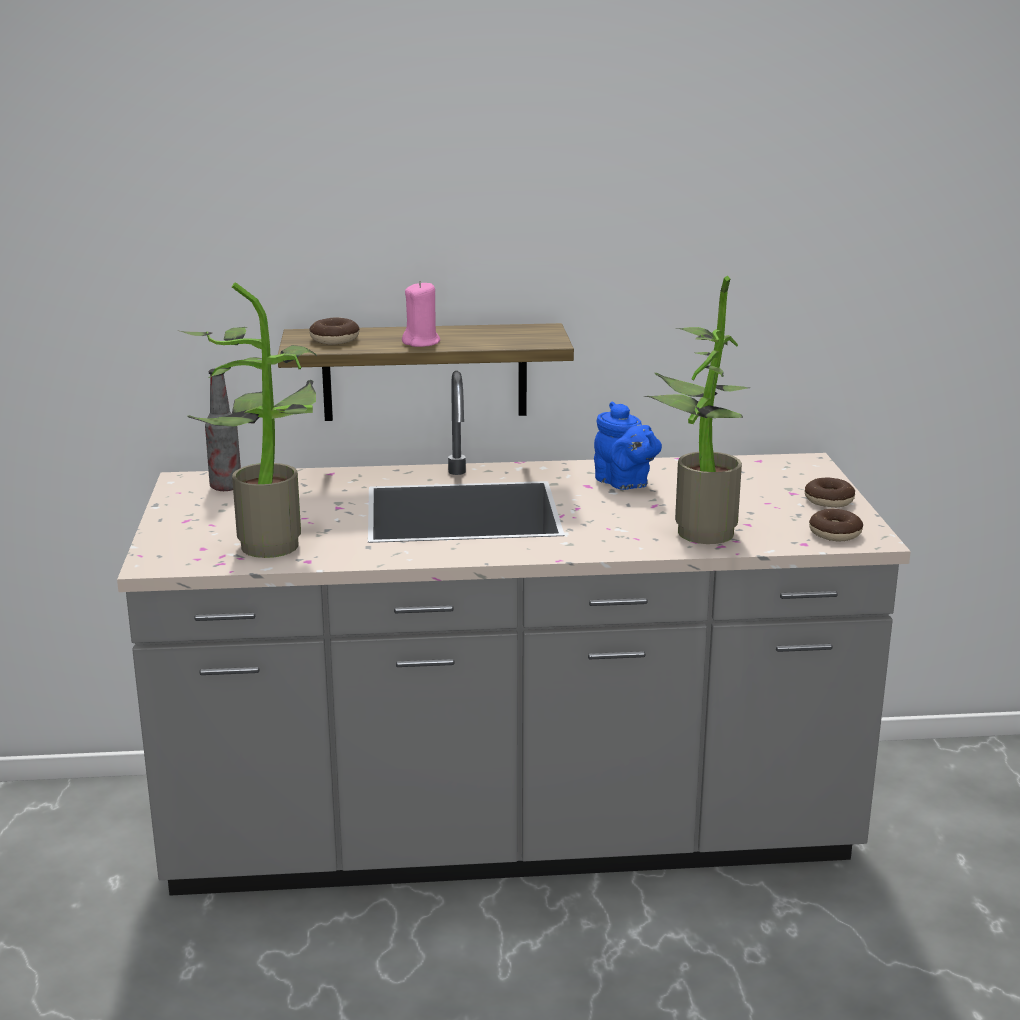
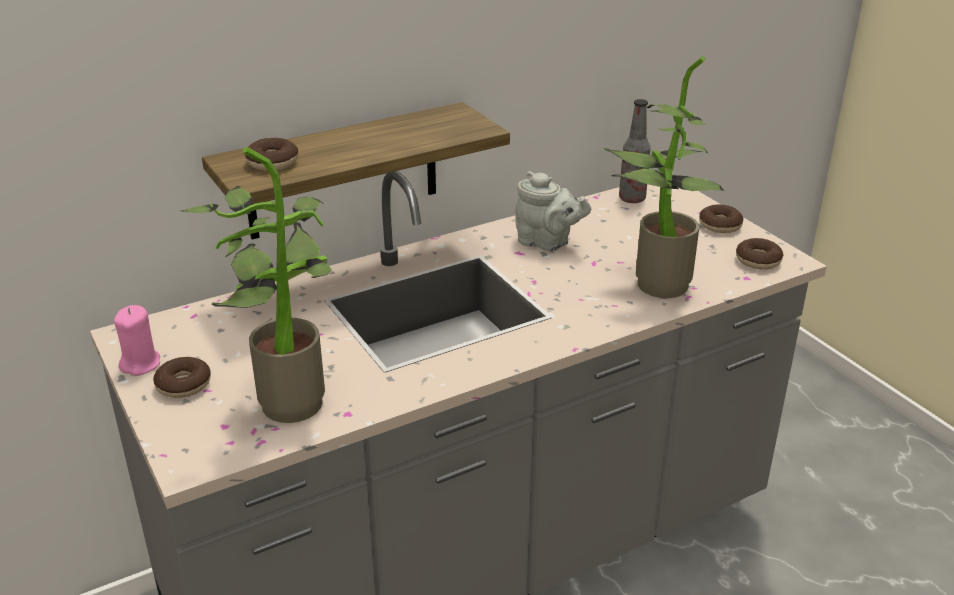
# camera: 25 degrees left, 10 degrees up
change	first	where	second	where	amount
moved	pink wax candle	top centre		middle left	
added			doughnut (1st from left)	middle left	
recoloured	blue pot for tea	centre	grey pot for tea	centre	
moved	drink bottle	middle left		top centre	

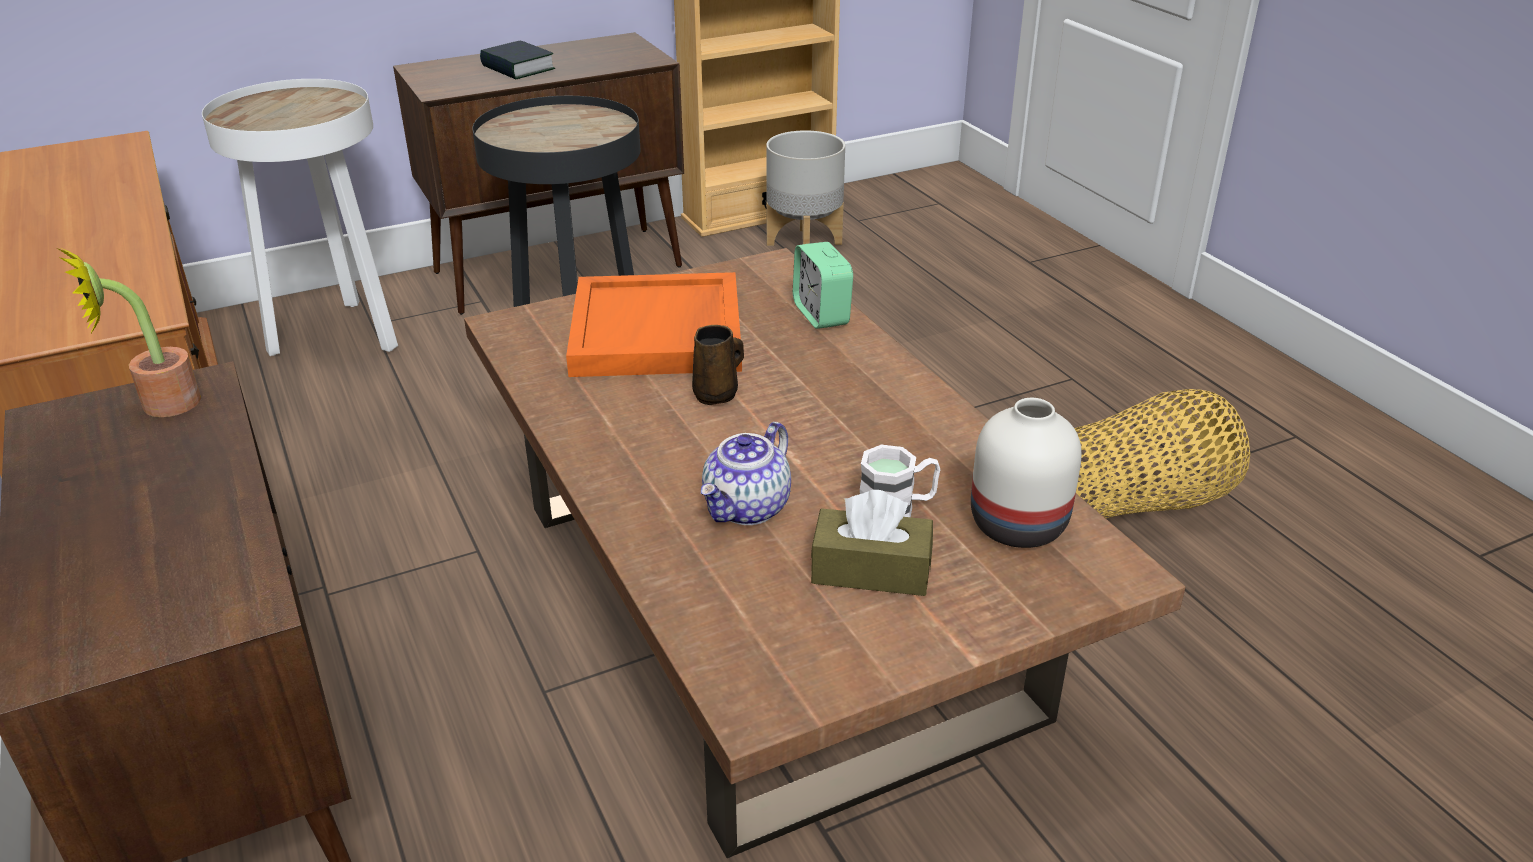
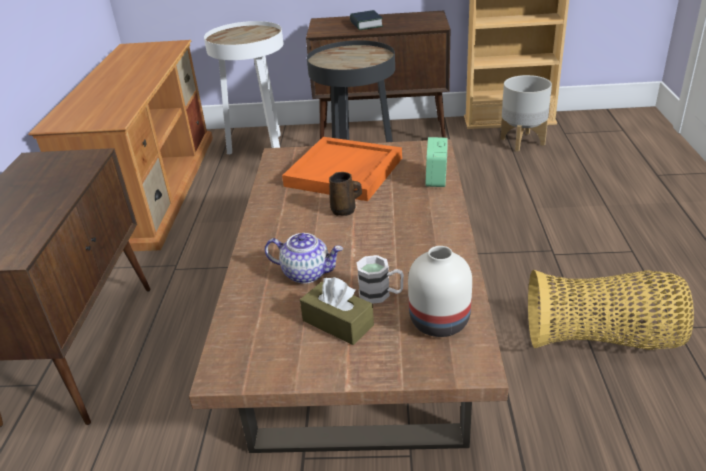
# camera: 30 degrees right, 0 degrees up
change	first	where	second	where	amount
turned	pot for tea	centre		centre	135 degrees counterclockwise
removed	potted plant	middle left			

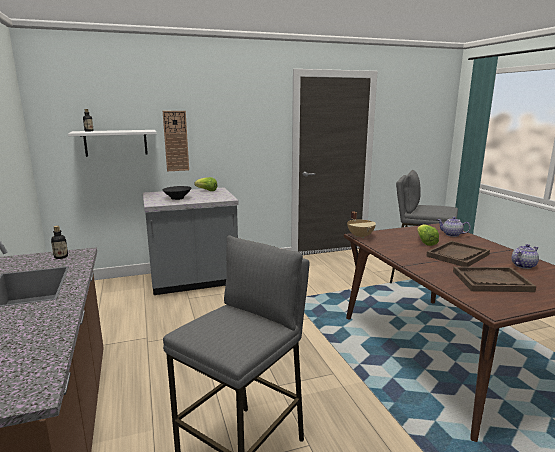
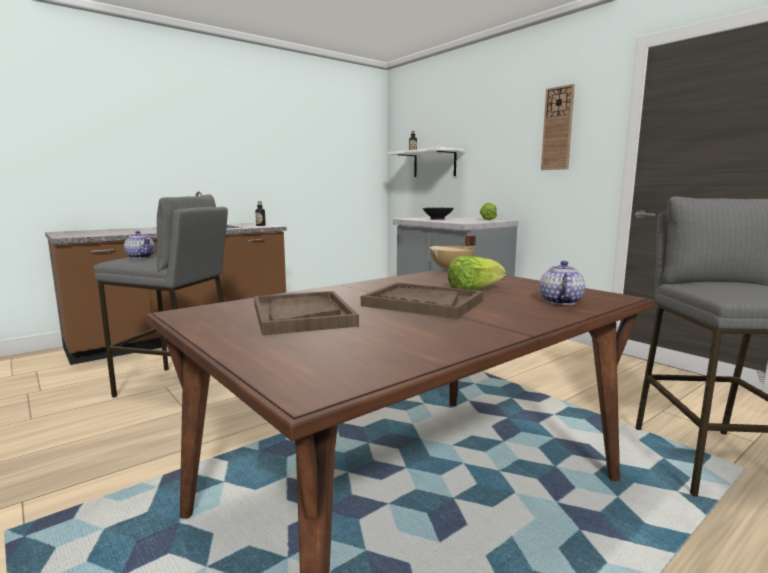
# camera: 70 degrees right, 5 degrees down
change	first	where	second	where	amount
moved	pot for tea (2nd from left in the first image)	middle right	pot for tea (1st from left)	middle left	
moved	wall clock	top left		top right	

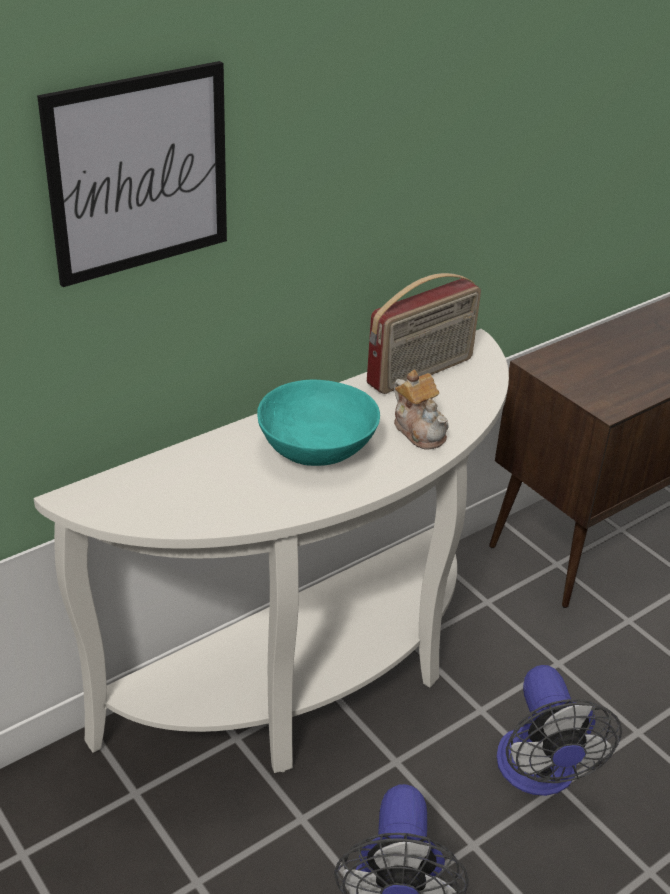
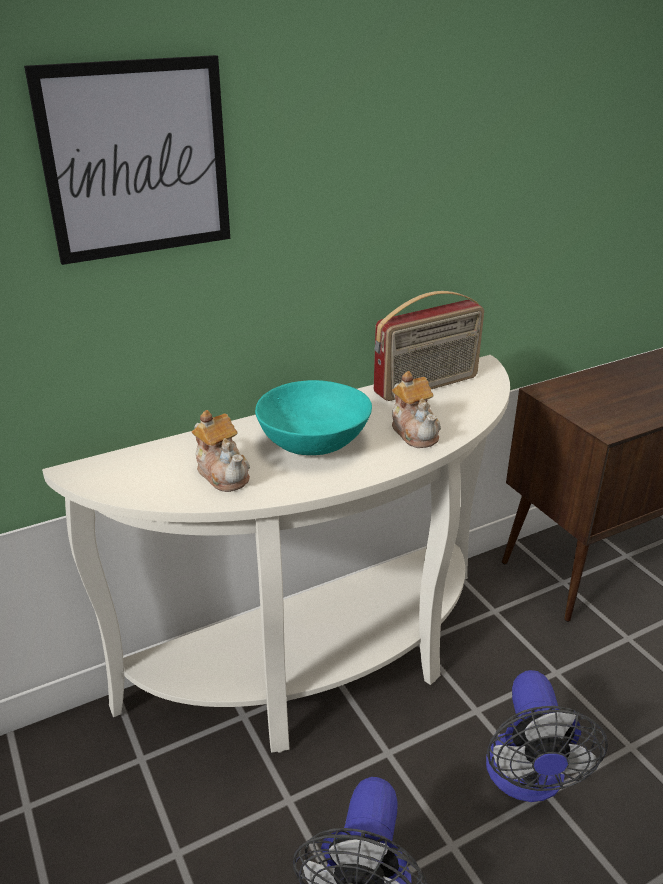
# camera: 10 degrees right, 5 degrees down
change	first	where	second	where	amount
added			pot for tea (1st from left)	middle left	

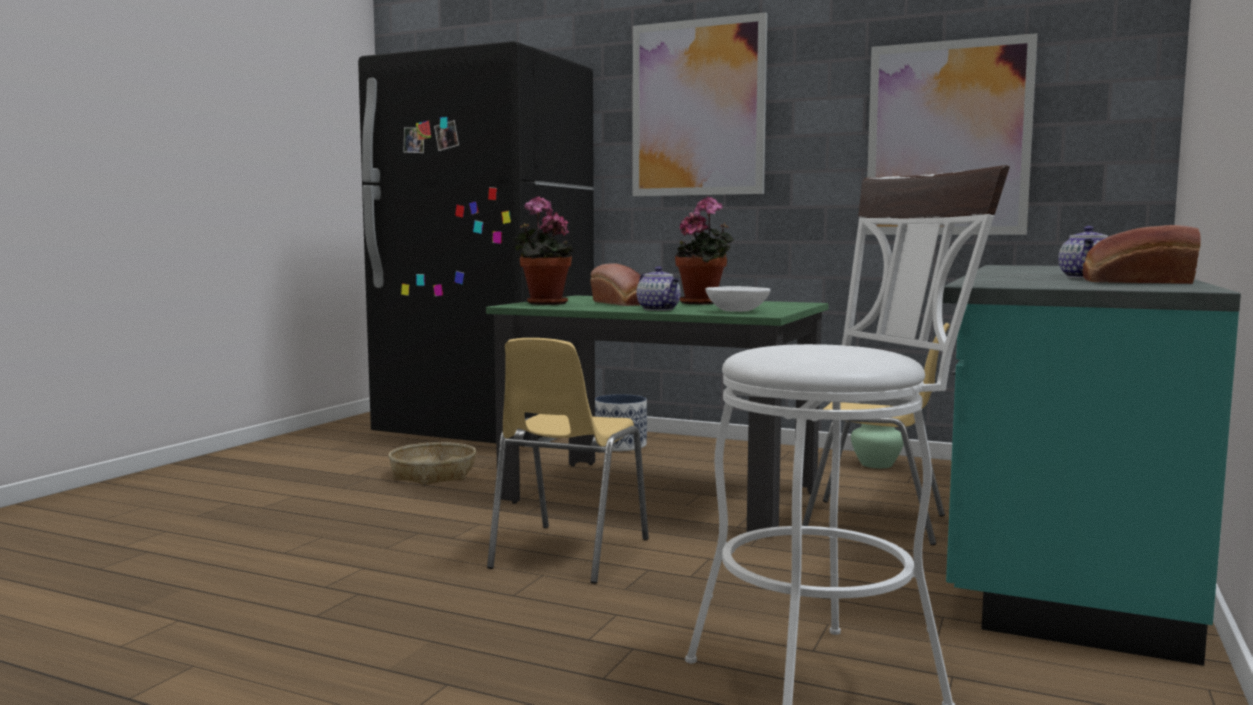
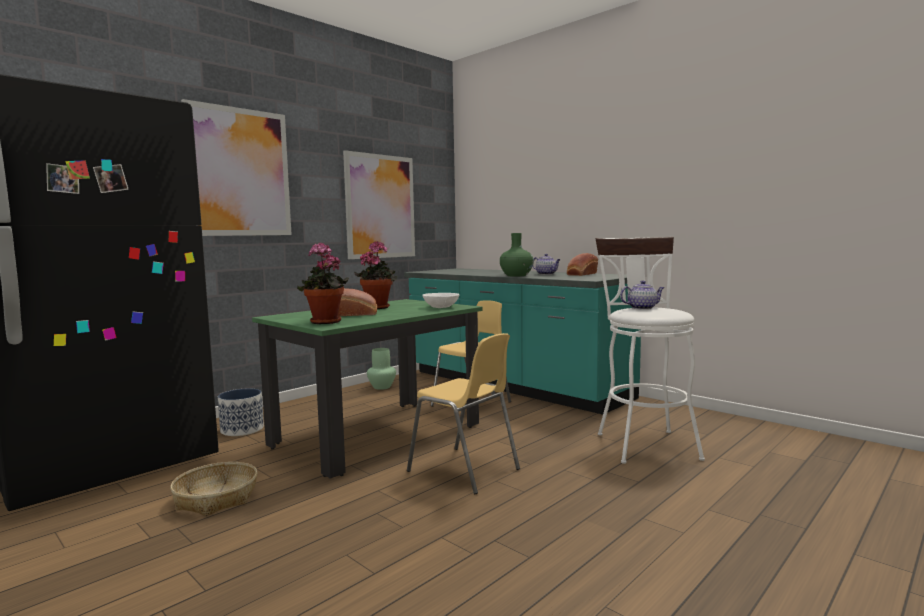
# camera: 70 degrees left, 0 degrees up
change	first	where	second	where	amount
added			green flower vase (2nd from left)	centre	
moved	pot for tea (1st from left in the first image)	centre	pot for tea (2nd from left)	middle right	

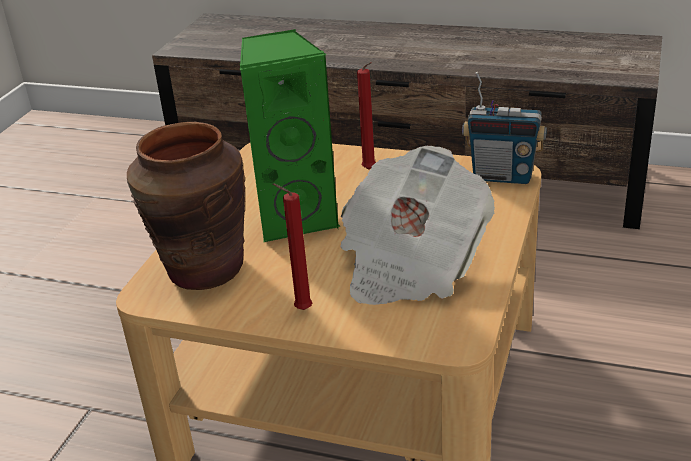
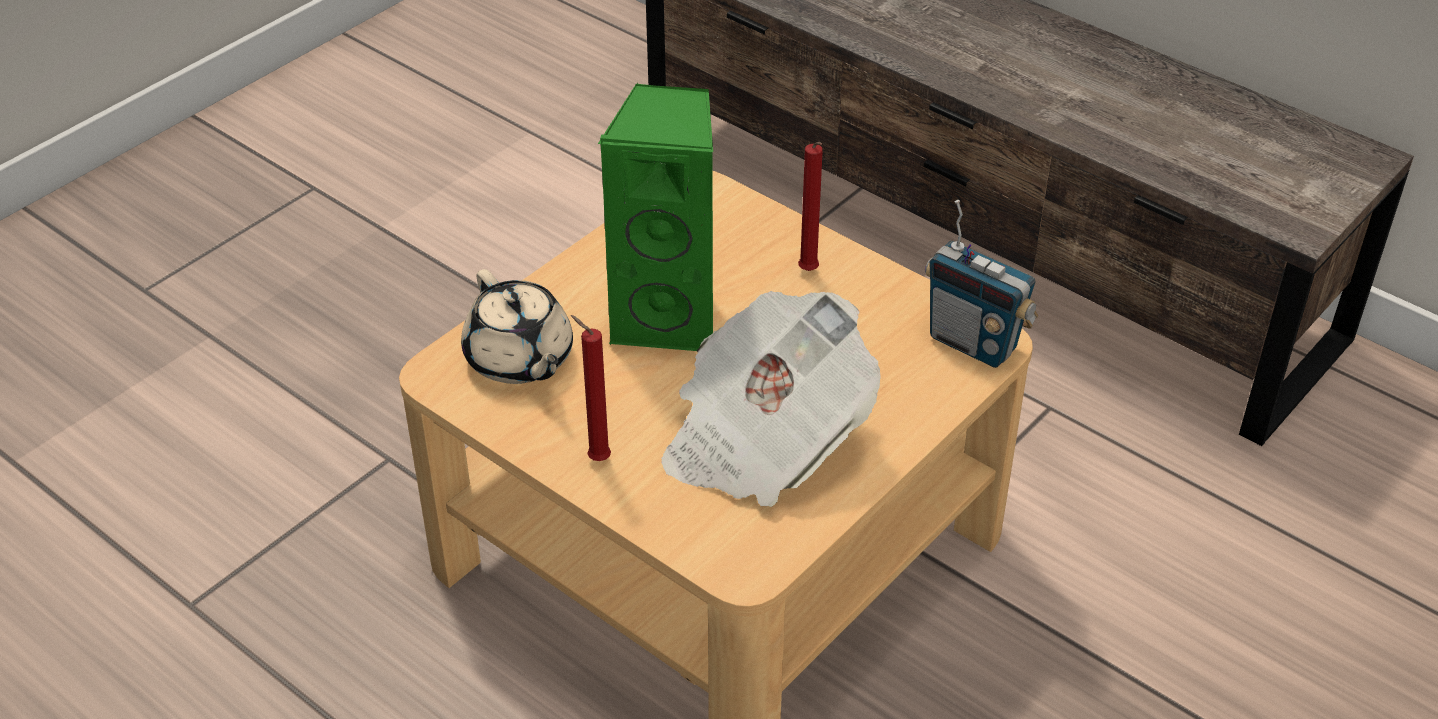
# camera: 20 degrees right, 10 degrees up
change	first	where	second	where	amount
replaced	brownish flower vase	middle left	sand-coloured pot for tea	centre	

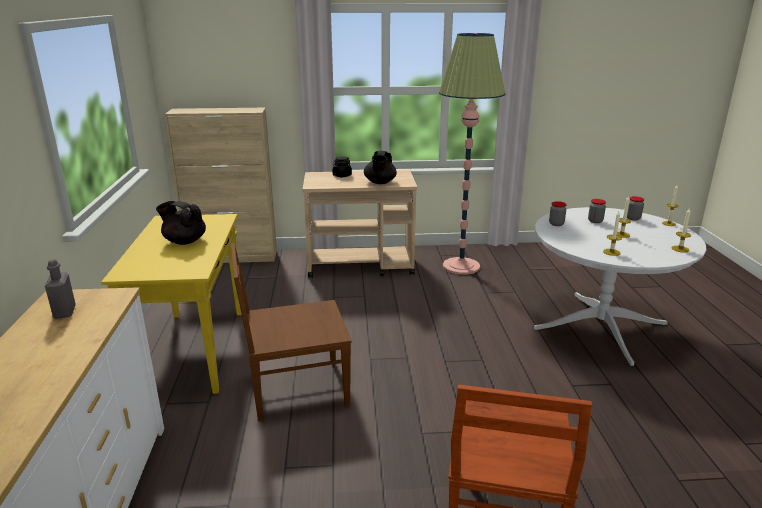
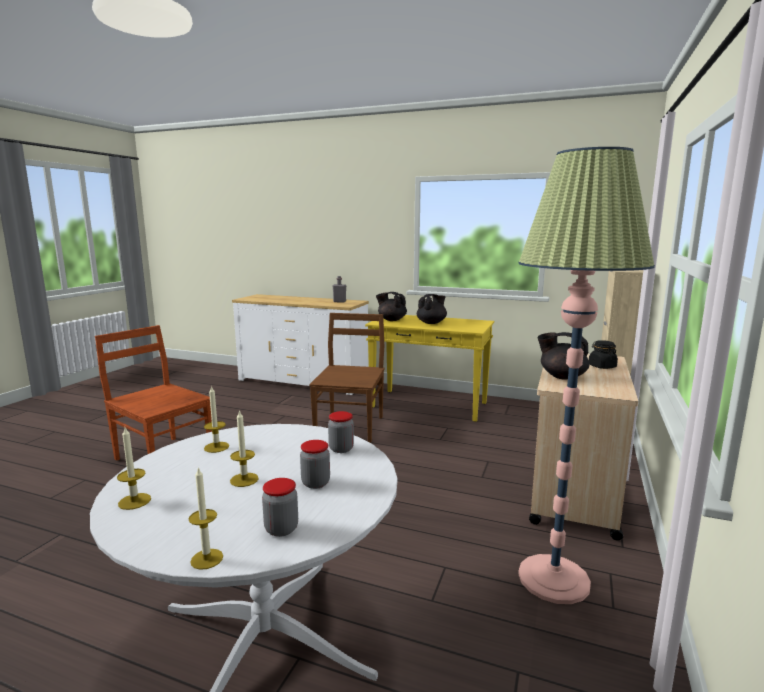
# camera: 115 degrees right, 10 degrees down
change	first	where	second	where	amount
added			blackish pot for tea (1st from left)	centre	

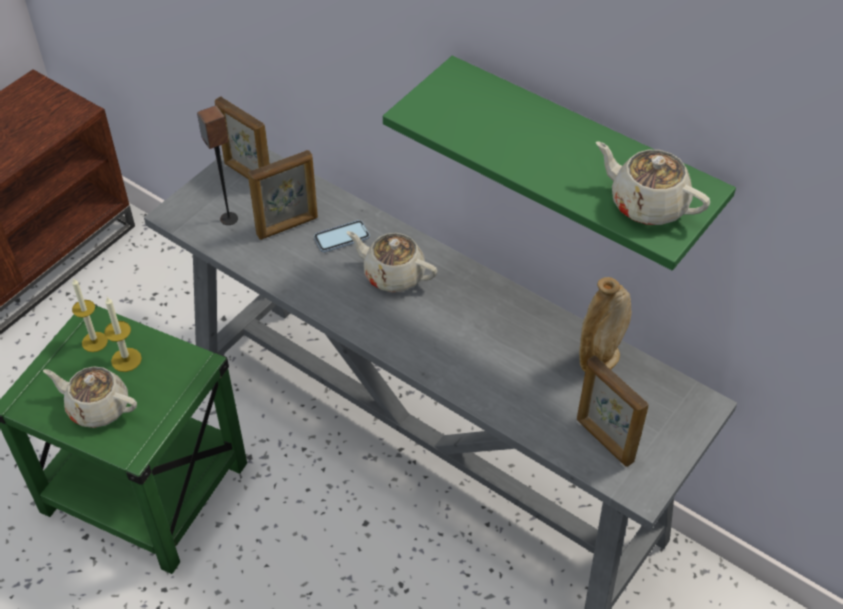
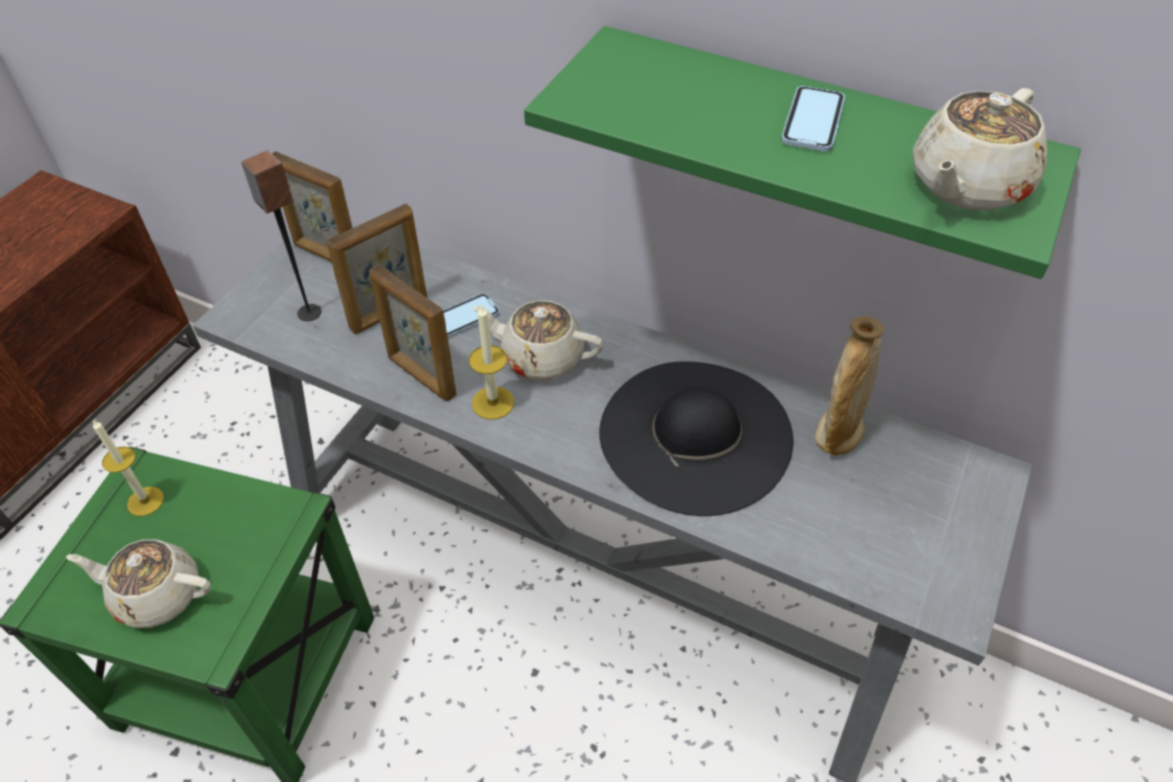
# camera: 10 degrees left, 0 degrees up
change	first	where	second	where	amount
moved	standing frame (3rd from left)	bottom right		centre	
moved	wax candle (2nd from left)	middle left		centre	
added			blackish hat	centre	
added			telephone (2nd from left)	top right	
turned	sand-coloured pot for tea (3rd from left)	top right		top right	75 degrees counterclockwise

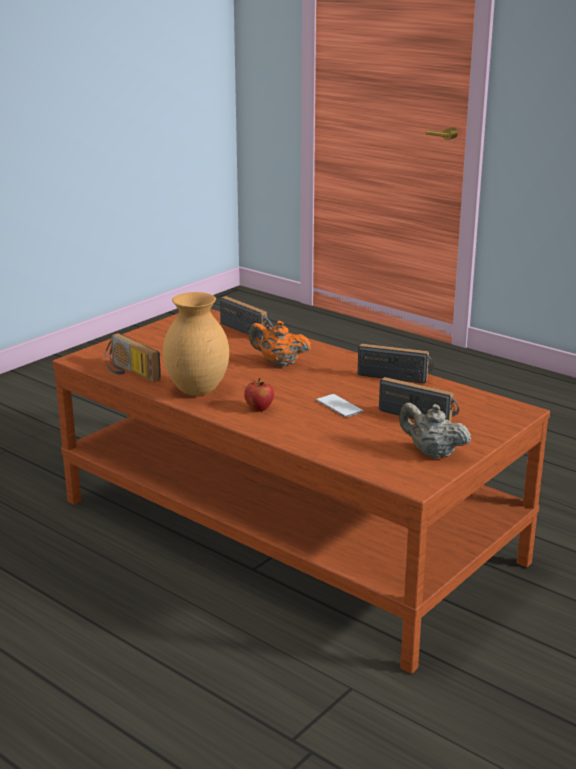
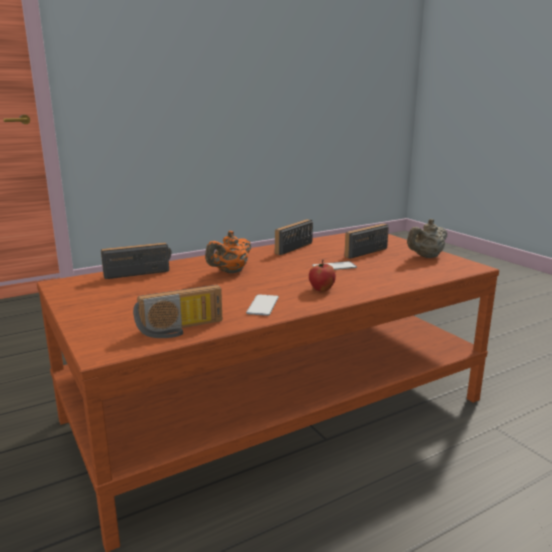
# camera: 70 degrees left, 5 degrees down
change	first	where	second	where	amount
replaced	brownish flower vase	centre	telephone (1st from left)	centre	

